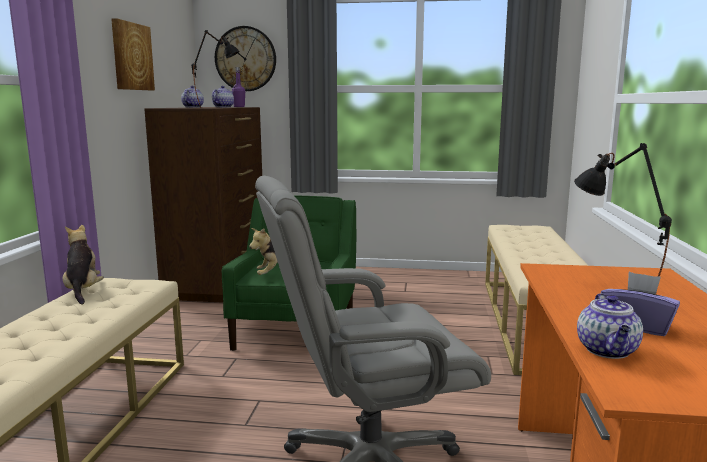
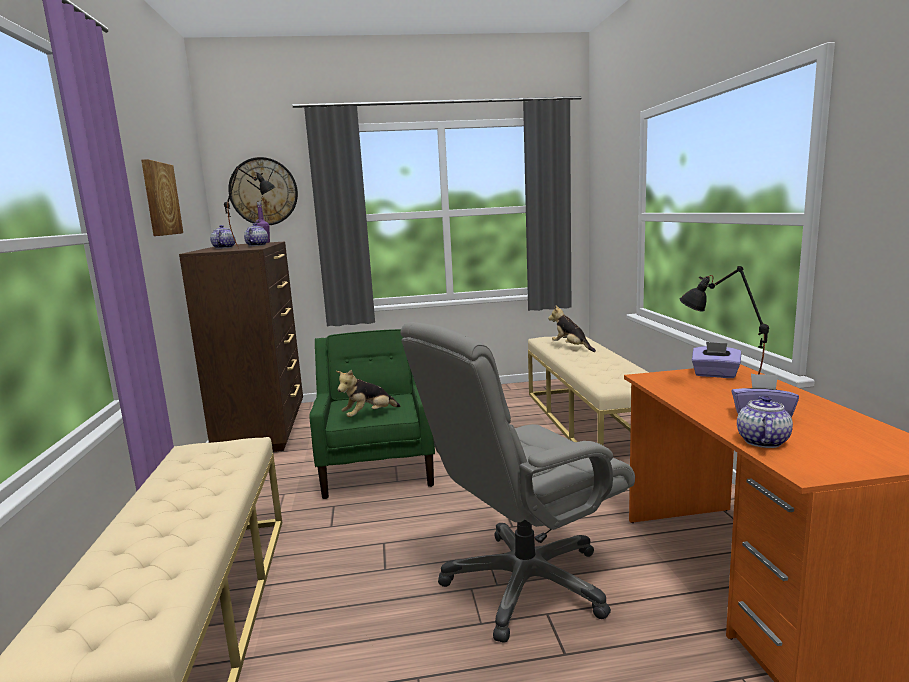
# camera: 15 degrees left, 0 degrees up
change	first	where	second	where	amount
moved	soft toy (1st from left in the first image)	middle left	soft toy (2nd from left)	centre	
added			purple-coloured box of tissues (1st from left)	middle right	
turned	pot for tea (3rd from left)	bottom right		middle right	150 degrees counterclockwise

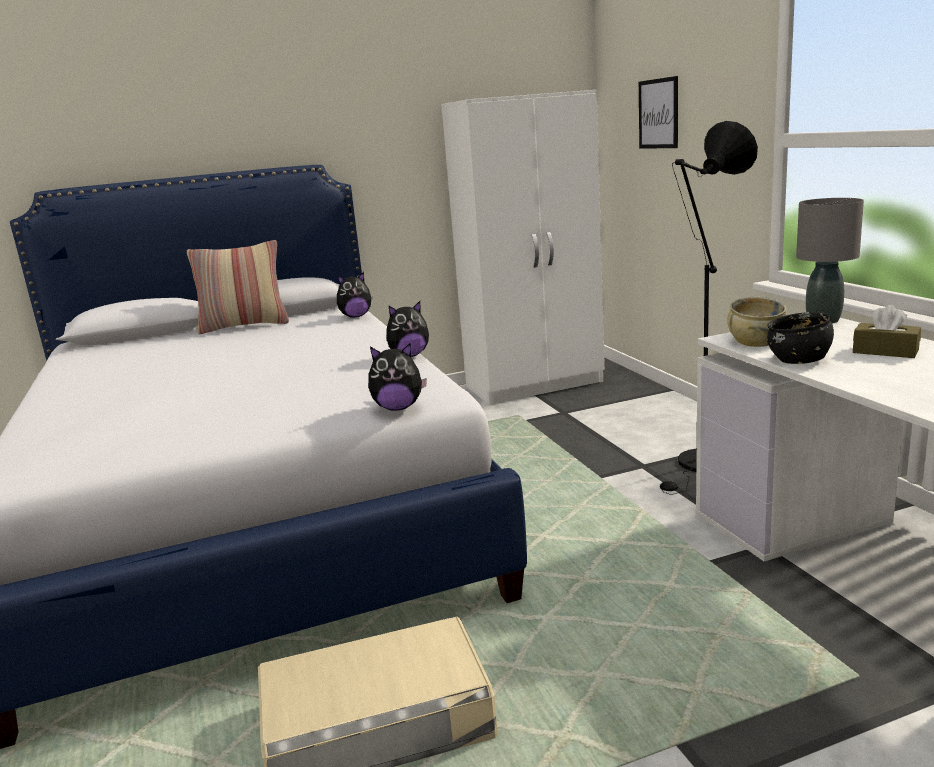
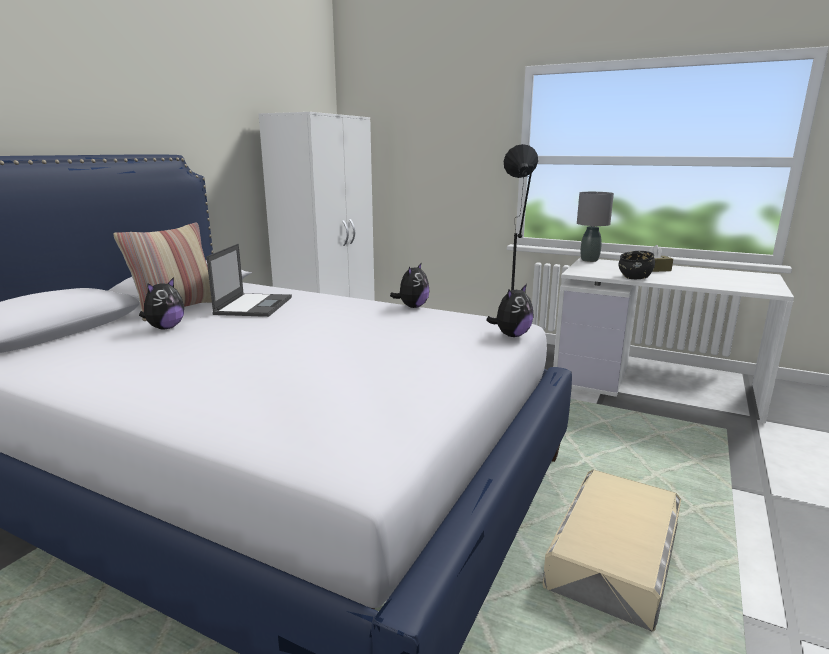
# camera: 45 degrees left, 0 degrees up
change	first	where	second	where	amount
moved	soft toy (1st from left)	centre		middle left	
added			notebook computer	middle left	
removed	wall art	top right			
removed	sand-coloured deep dish	middle right			

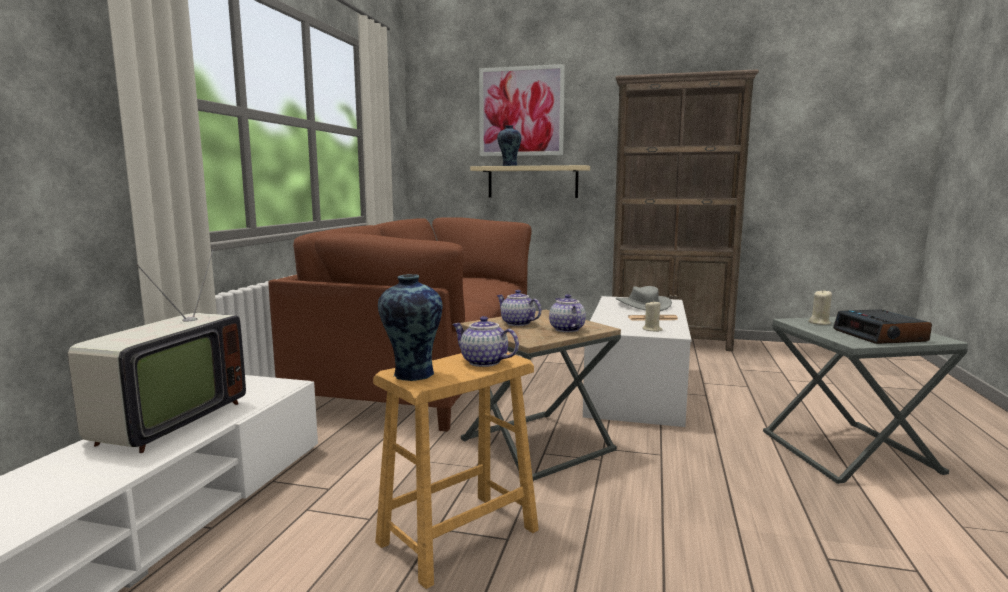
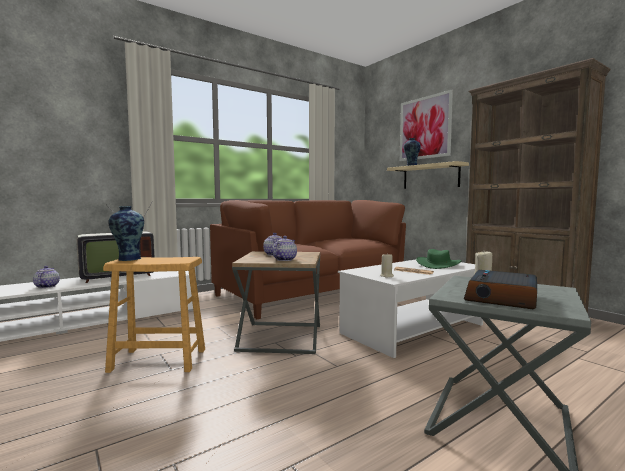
# camera: 40 degrees right, 5 degrees down
change	first	where	second	where	amount
moved	pot for tea (1st from left)	centre		middle left	
recoloured	grey hat	centre	green hat	middle right	

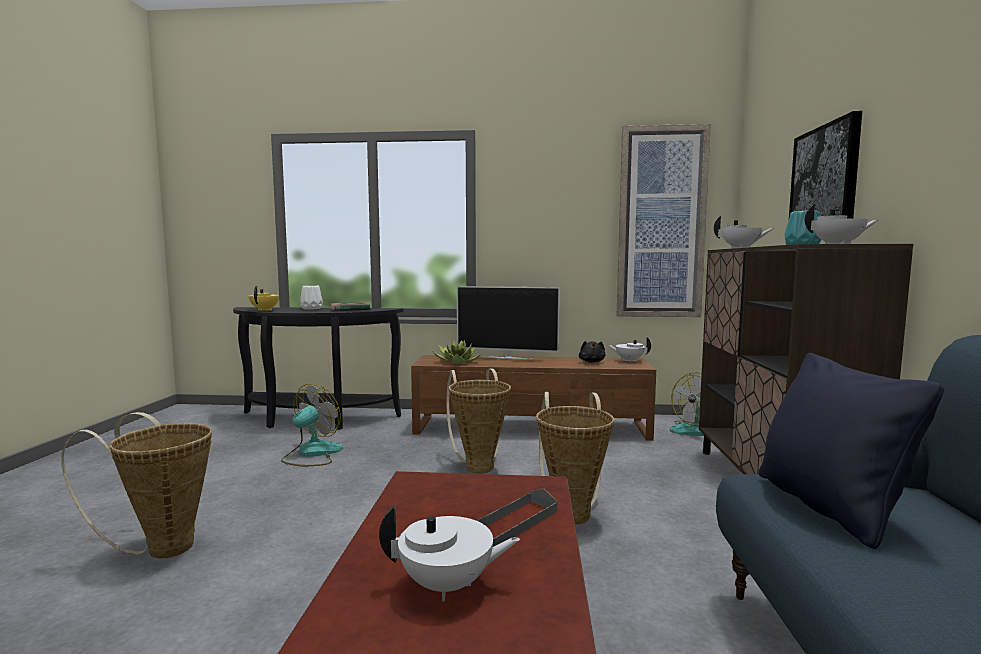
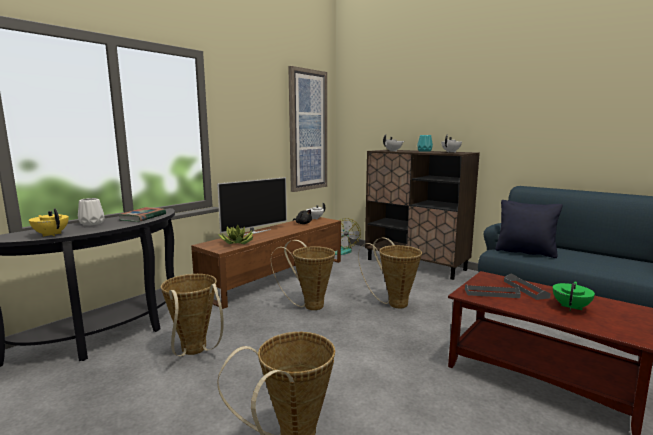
# camera: 55 degrees left, 5 degrees up
change	first	where	second	where	amount
replaced	cooling fan (1st from left)	middle left	storage basket (1st from left)	bottom left	
added			grey carrying tray (1st from left)	bottom right	
recoloured	whitish pot for tea (1st from left)	bottom centre	green pot for tea	bottom right	
removed	wall art (2nd from left)	top right			

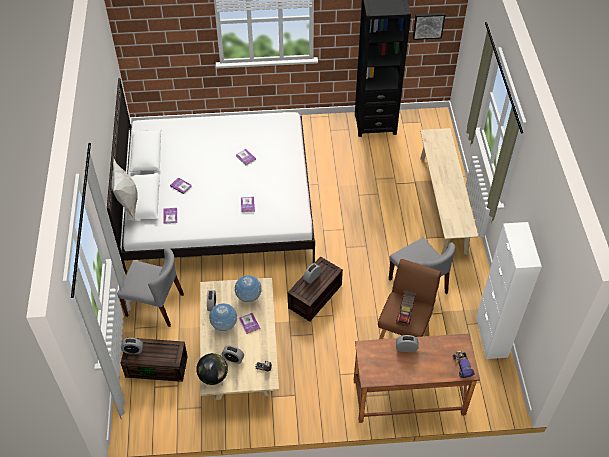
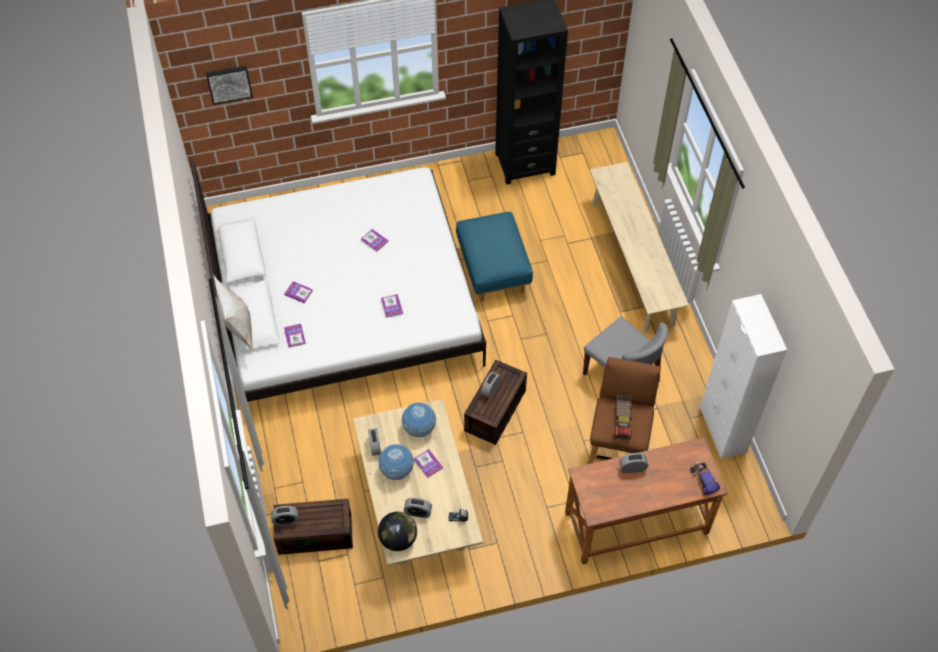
# camera: 10 degrees left, 5 degrees up
change	first	where	second	where	amount
moved	wall art	top right		top left	
added			blue ottoman	centre	
removed	grey chair (1st from left)	middle left			

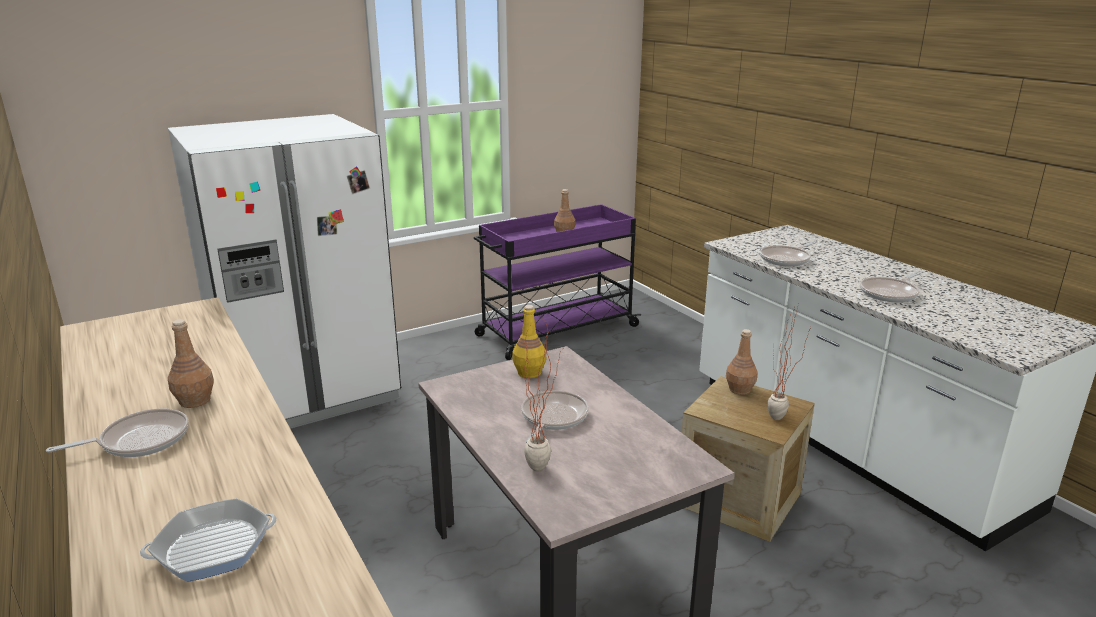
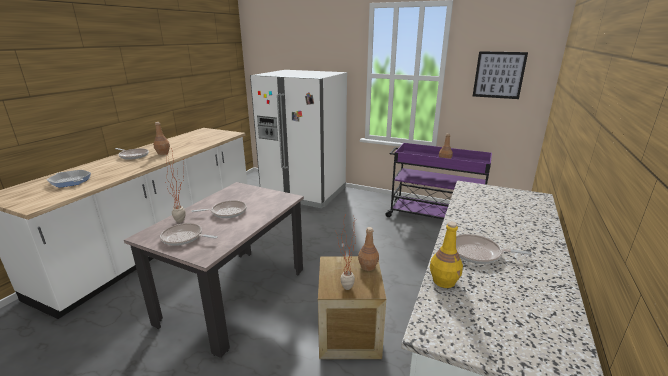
# camera: 55 degrees right, 0 degrees up
change	first	where	second	where	amount
moved	pan (4th from left in the first image)	middle right	pan (3rd from left)	middle left	
moved	yellow drink bottle	centre		bottom right	
added			wall art	top right	

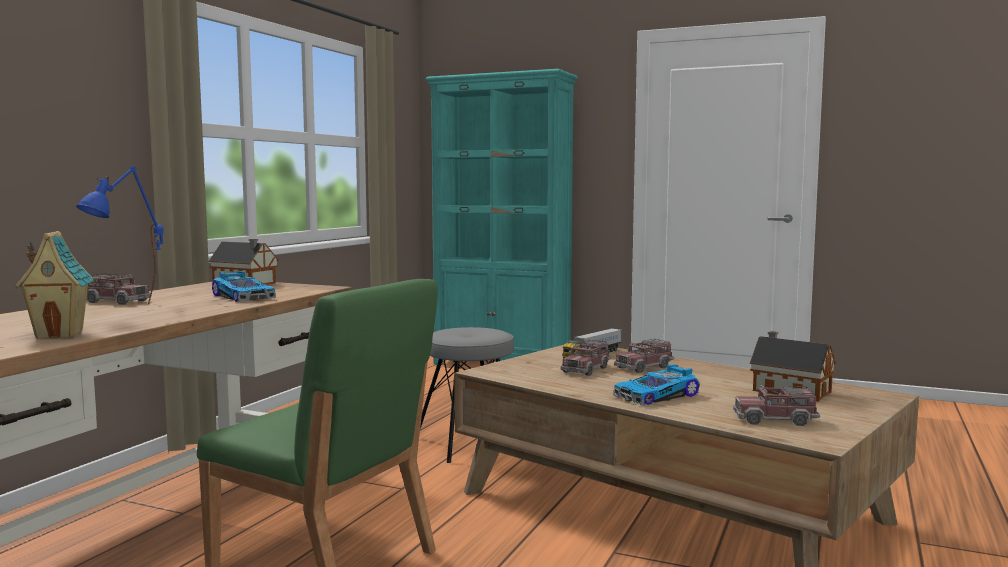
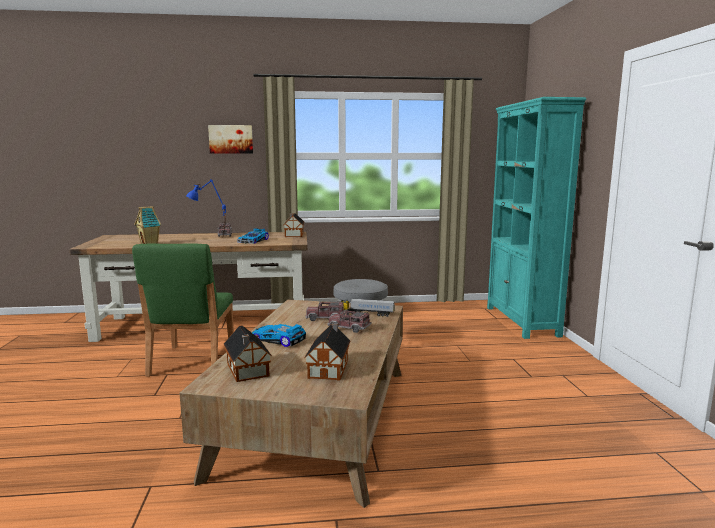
# camera: 60 degrees right, 5 degrees up
change	first	where	second	where	amount
added			wall art	top left	
replaced	toy lorry (5th from left)	bottom right	miniature house (2nd from left)	bottom centre	

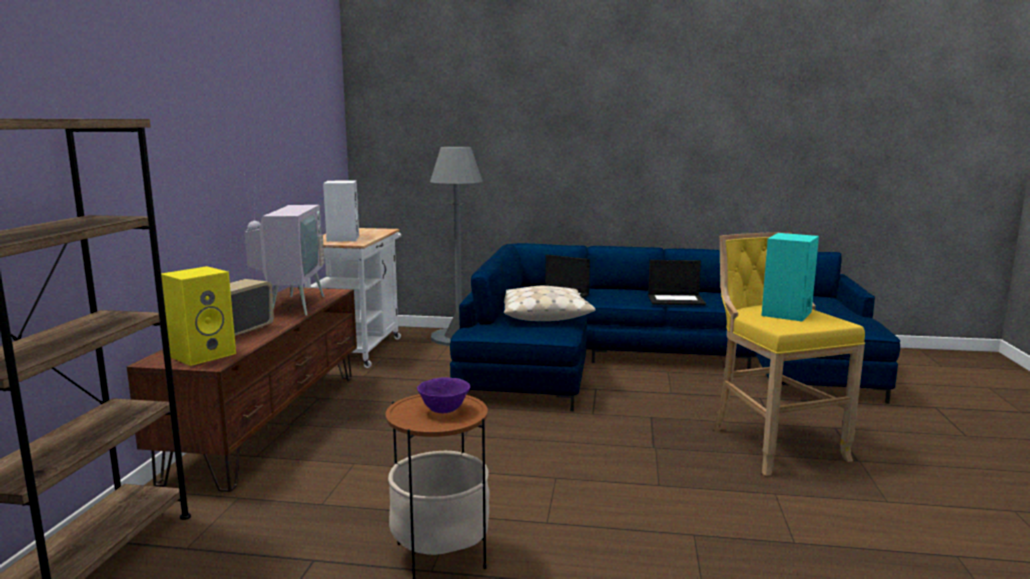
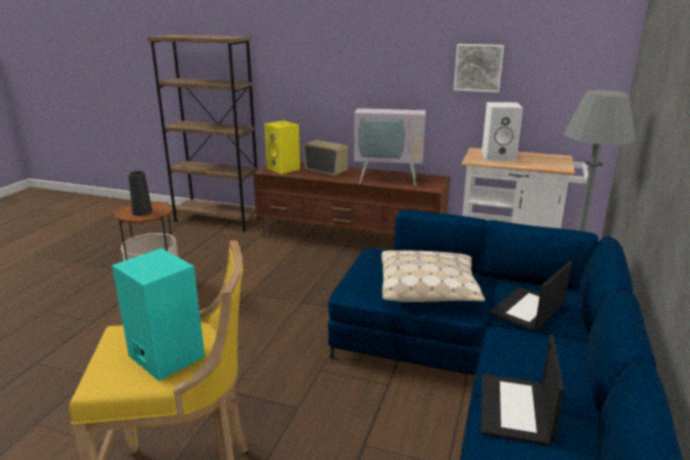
# camera: 100 degrees right, 10 degrees up
change	first	where	second	where	amount
replaced	purple-coloured deep dish	bottom centre	blackish flower vase	middle left	
added			wall art	top right	

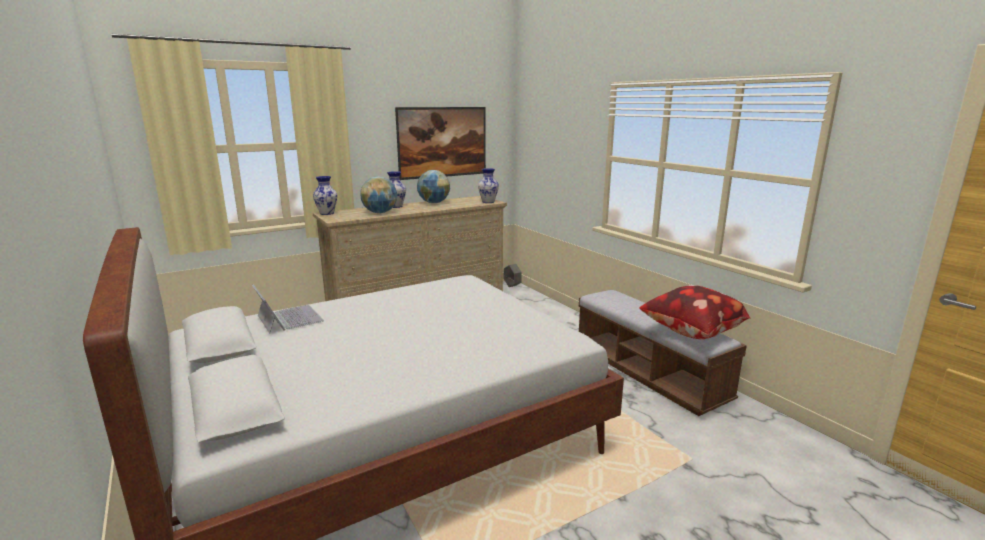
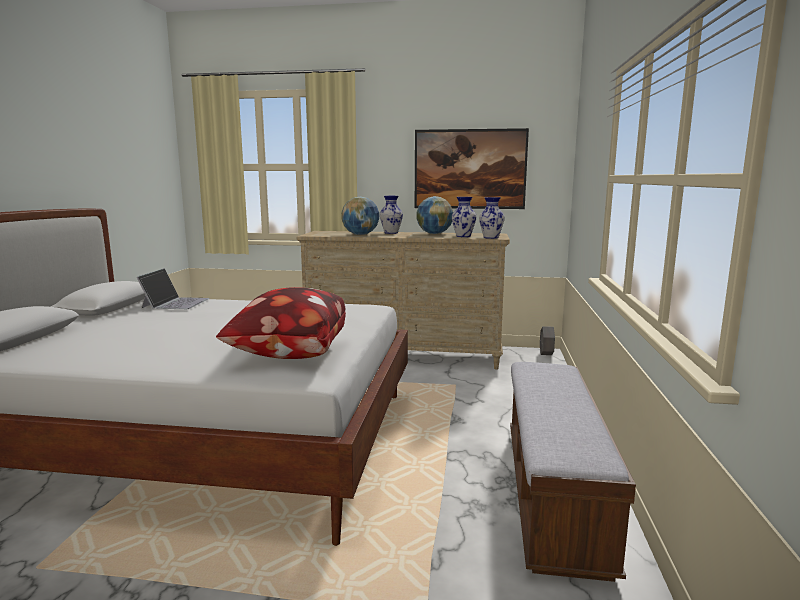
# camera: 40 degrees right, 5 degrees down
change	first	where	second	where	amount
moved	pillow	middle right		centre	
moved	flower vase (1st from left in the first image)	middle left	flower vase (2nd from left)	centre	

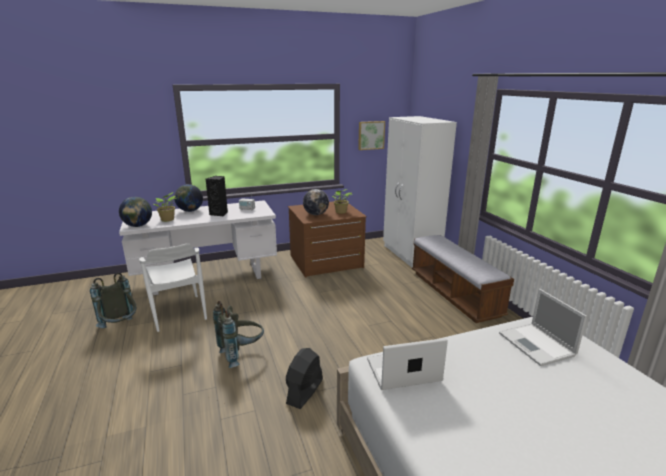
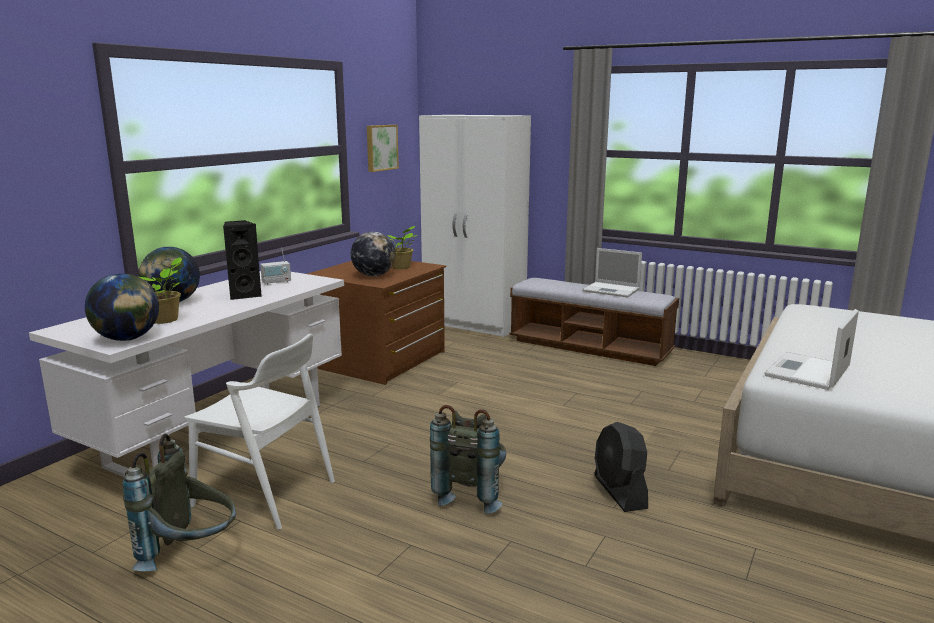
# camera: 40 degrees left, 5 degrees down
change	first	where	second	where	amount
moved	notebook computer (2nd from left in the first image)	bottom right	notebook computer (1st from left)	centre	

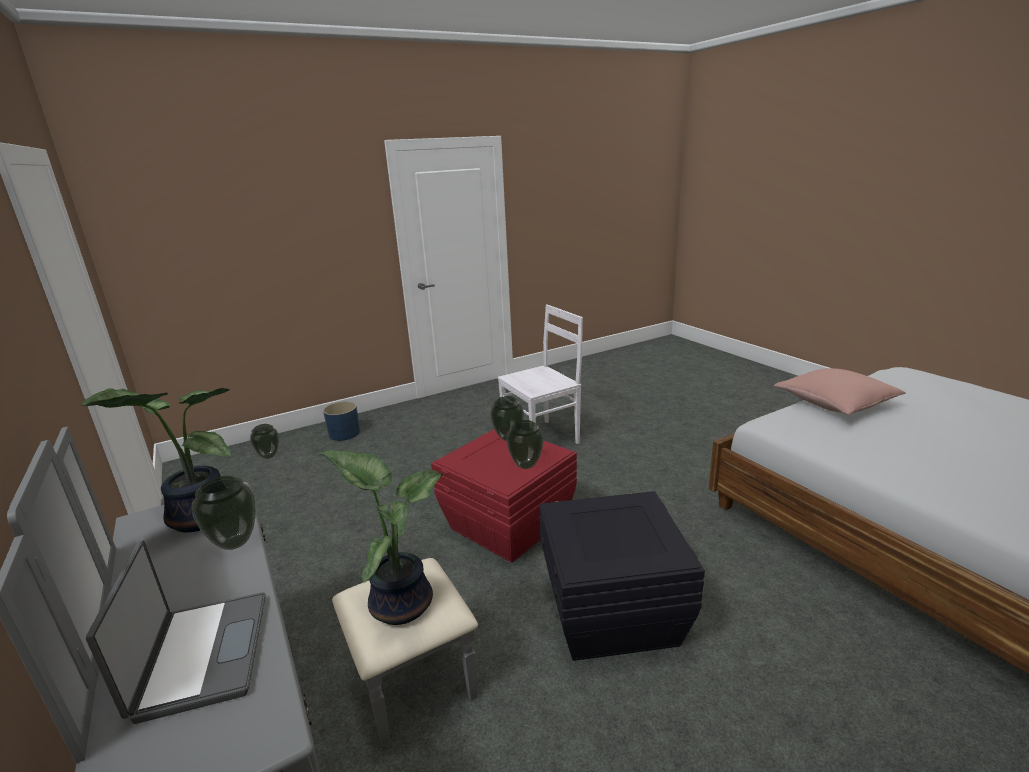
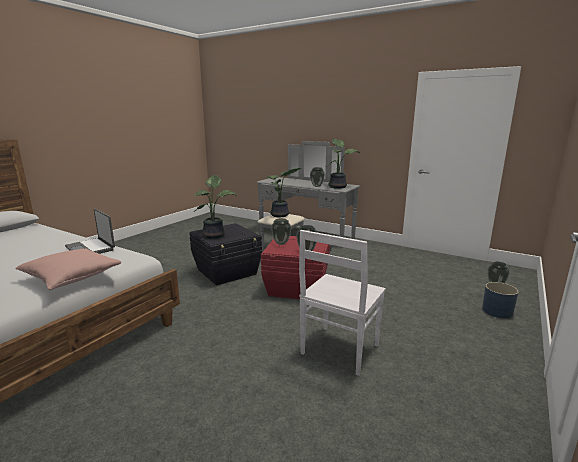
# camera: 150 degrees right, 5 degrees down
change	first	where	second	where	amount
moved	notebook computer	bottom left		middle left	
added			potted plant (1st from left)	centre	

